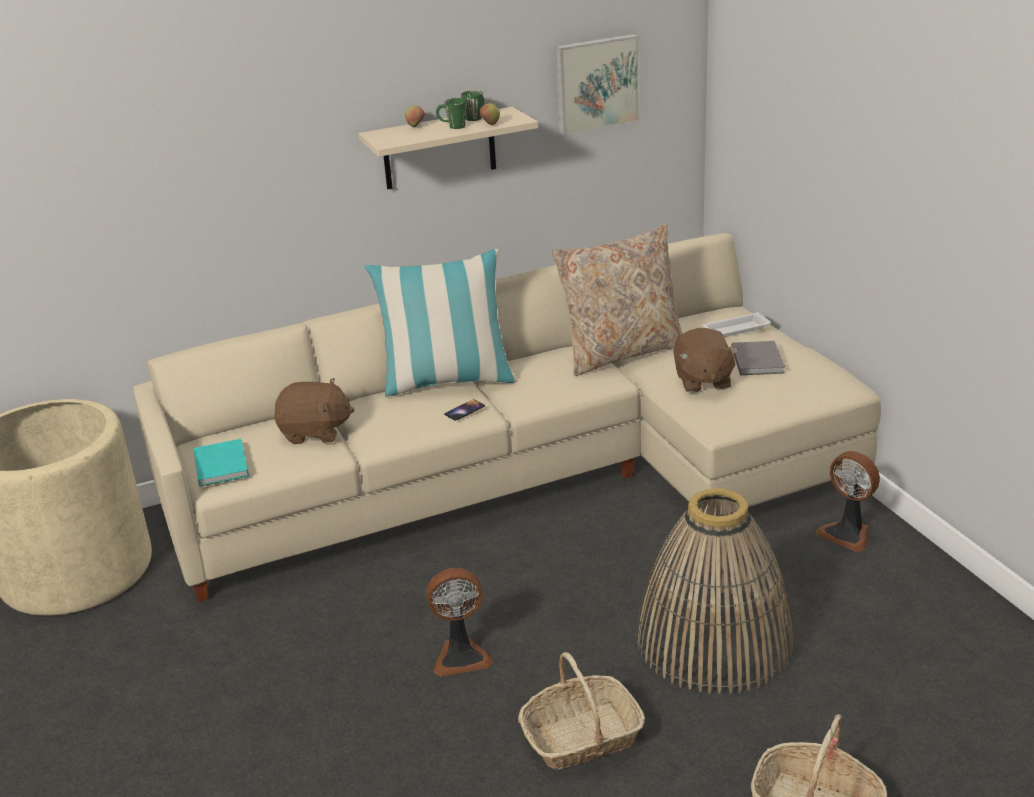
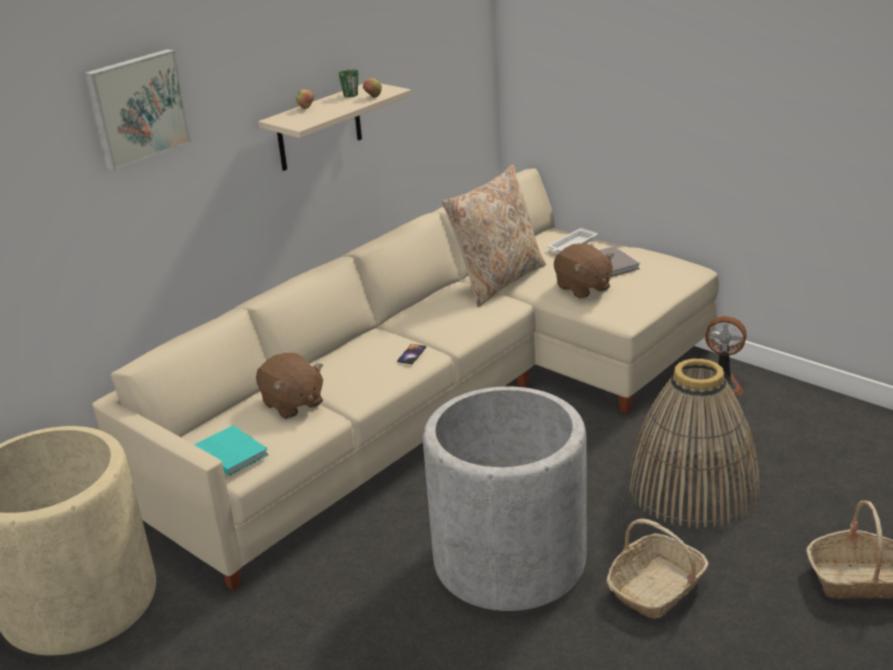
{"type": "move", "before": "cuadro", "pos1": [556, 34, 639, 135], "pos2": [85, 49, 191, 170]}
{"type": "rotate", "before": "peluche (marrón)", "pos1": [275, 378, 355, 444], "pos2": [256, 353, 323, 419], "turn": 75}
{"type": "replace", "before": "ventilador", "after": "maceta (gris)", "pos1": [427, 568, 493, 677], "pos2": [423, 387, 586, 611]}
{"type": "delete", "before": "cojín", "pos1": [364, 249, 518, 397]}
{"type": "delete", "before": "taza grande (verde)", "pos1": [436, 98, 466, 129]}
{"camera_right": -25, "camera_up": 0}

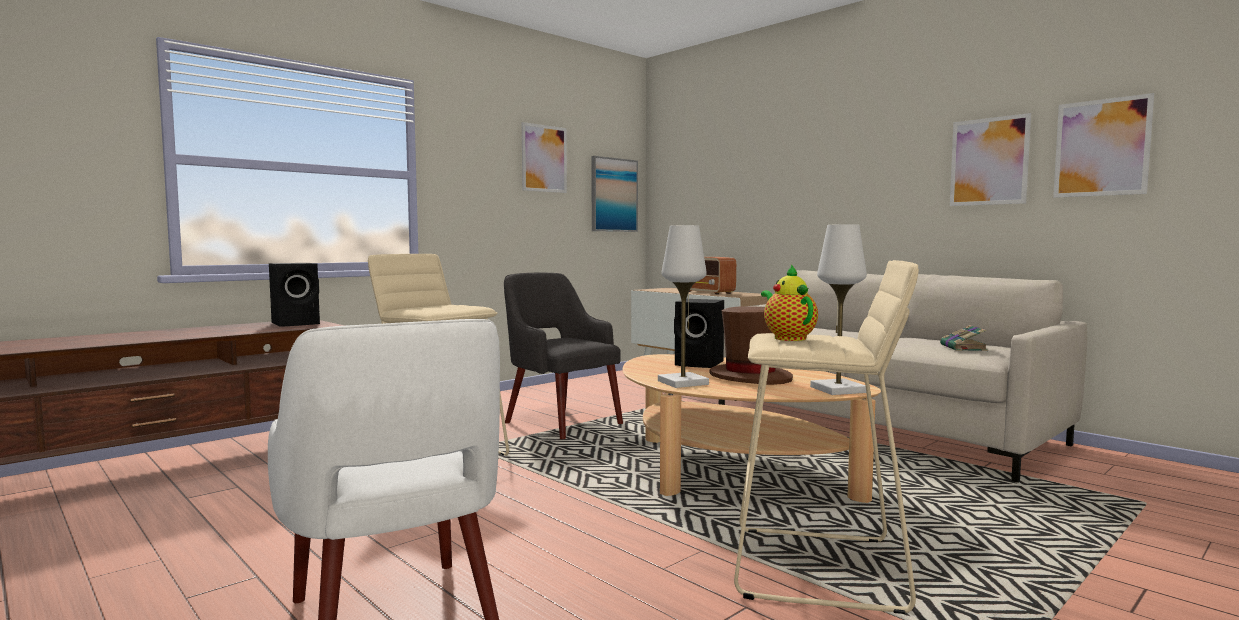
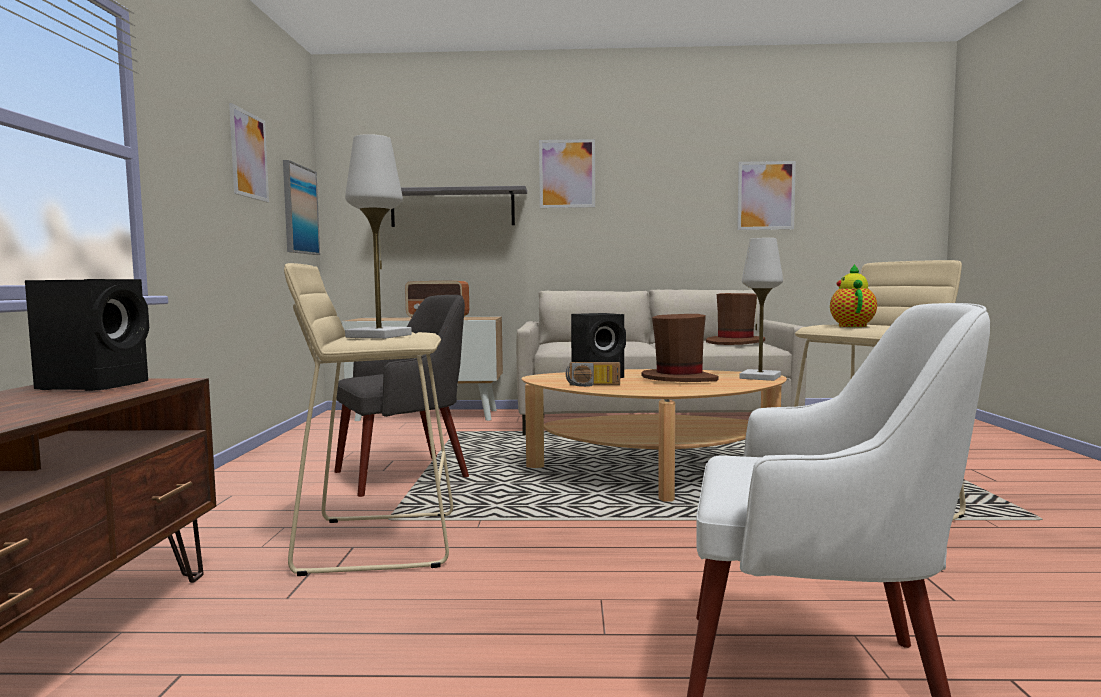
{"type": "rotate", "before": "sillón (gris)", "pos1": [504, 273, 623, 439], "pos2": [334, 295, 469, 497], "turn": 150}
{"type": "move", "before": "lámpara de mesa (blanco)", "pos1": [658, 225, 709, 388], "pos2": [345, 134, 412, 339]}
{"type": "insert", "after": "estante (gris)", "pos2": [391, 186, 527, 227]}
{"type": "move", "before": "cuadro", "pos1": [950, 113, 1031, 206], "pos2": [539, 139, 595, 208]}
{"type": "insert", "after": "radio", "pos2": [566, 362, 620, 387]}
{"type": "replace", "before": "libro", "after": "sombrero (marrón)", "pos1": [940, 325, 988, 351], "pos2": [706, 293, 765, 345]}
{"type": "rotate", "before": "tetera", "pos1": [761, 264, 818, 341], "pos2": [830, 264, 877, 327], "turn": 75}
{"camera_right": -45, "camera_up": 0}

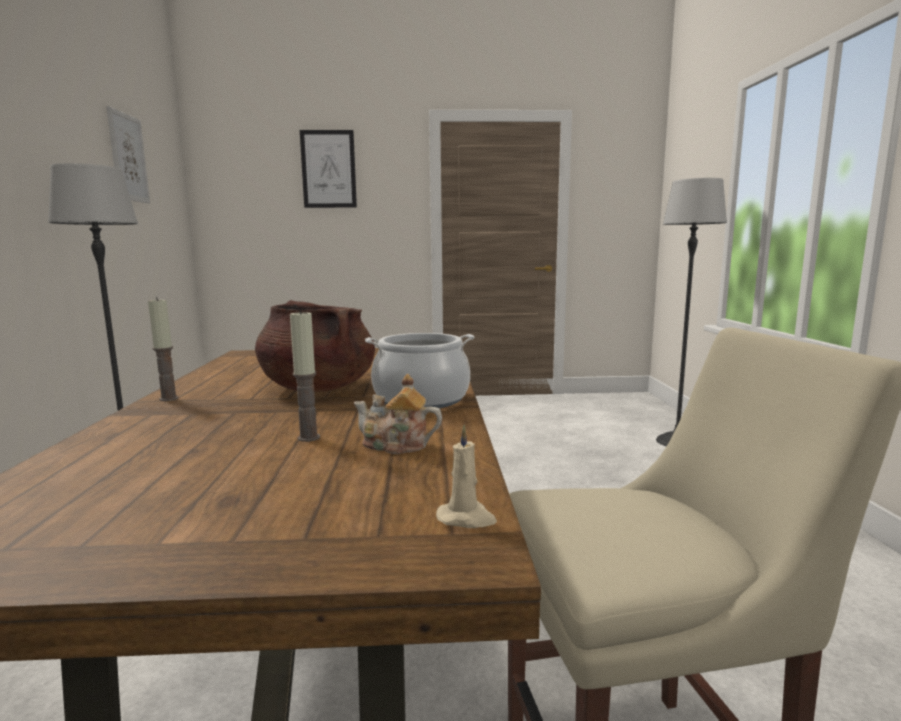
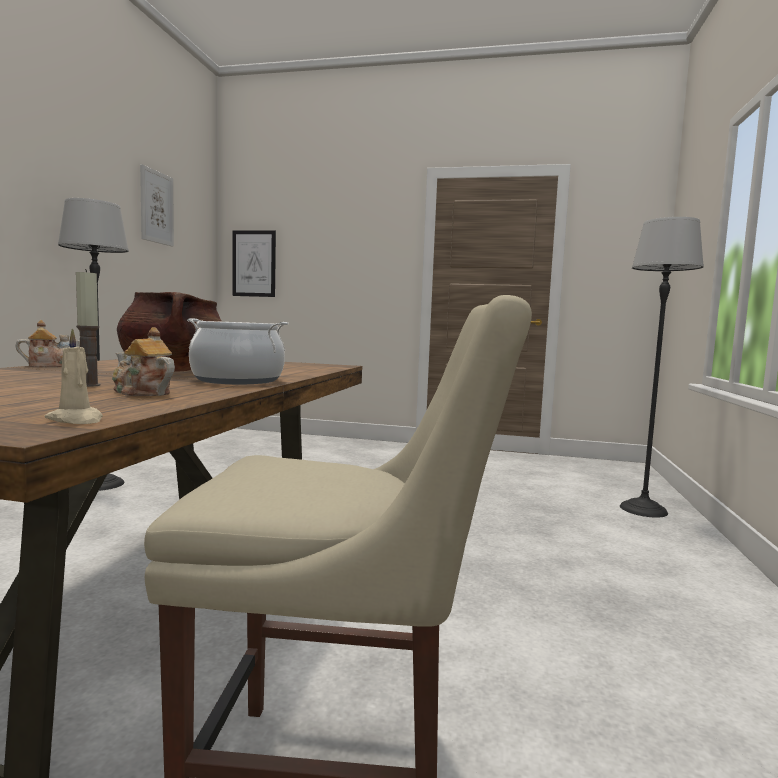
{"type": "replace", "before": "vela", "after": "tetera", "pos1": [148, 297, 179, 401], "pos2": [15, 320, 80, 367]}
{"type": "move", "before": "cuadro", "pos1": [300, 130, 357, 208], "pos2": [232, 230, 276, 297]}
{"camera_right": 15, "camera_up": -5}

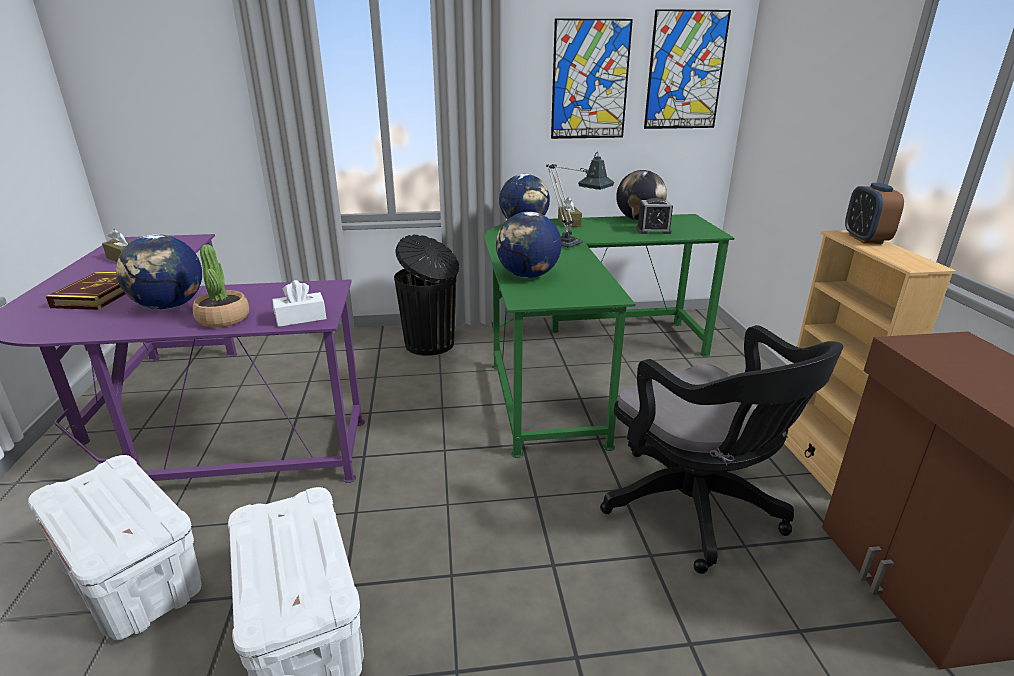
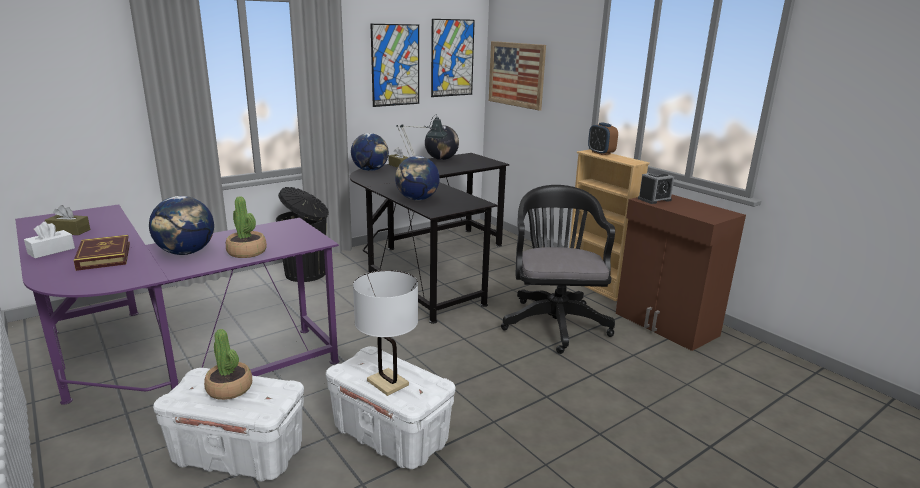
{"type": "move", "before": "caja de pañuelos (blanco)", "pos1": [272, 280, 326, 327], "pos2": [24, 222, 75, 258]}
{"type": "insert", "after": "planta en maceta", "pos2": [204, 329, 252, 400]}
{"type": "recolor", "before": "escritorio (verde)", "after": "escritorio (negro)", "pos1": [484, 214, 734, 458], "pos2": [350, 153, 509, 324]}
{"type": "insert", "after": "lámpara de mesa (blanco)", "pos2": [353, 270, 418, 396]}
{"type": "insert", "after": "cuadro", "pos2": [489, 41, 546, 111]}
{"type": "rotate", "before": "silla de oficina (negro)", "pos1": [600, 325, 843, 574], "pos2": [501, 185, 615, 354], "turn": -120}
{"type": "move", "before": "despertador", "pos1": [636, 198, 673, 234], "pos2": [638, 171, 674, 204]}
{"camera_right": -30, "camera_up": -5}

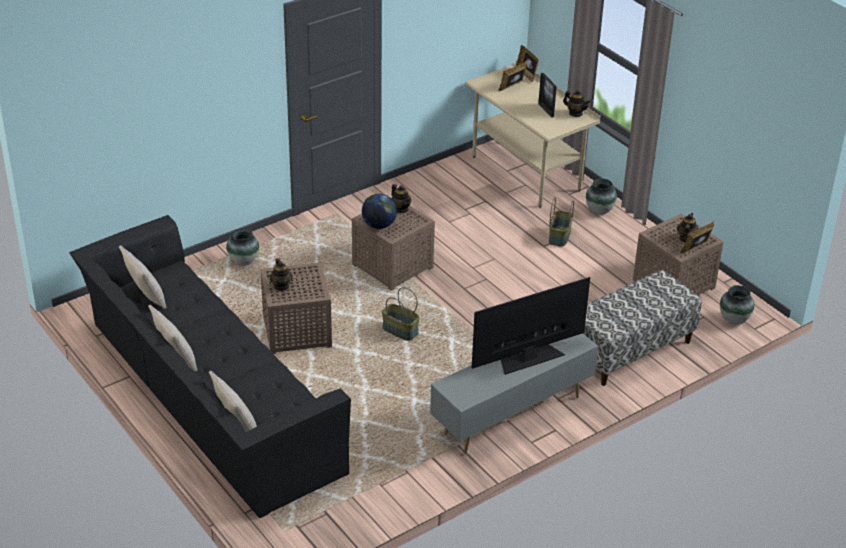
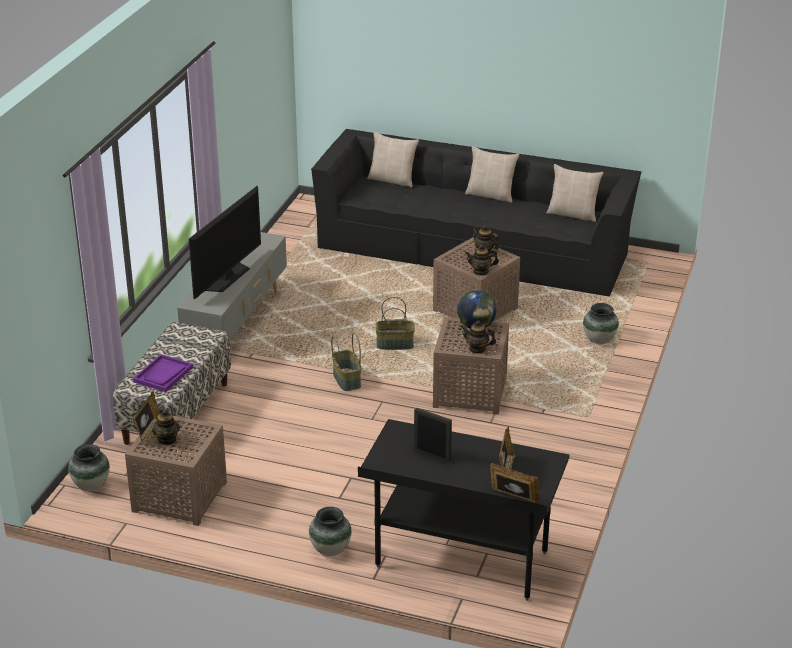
{"type": "insert", "after": "bandeja (morado)", "pos2": [133, 354, 193, 392]}
{"type": "move", "before": "cesta", "pos1": [549, 197, 574, 247], "pos2": [331, 333, 361, 391]}
{"type": "recolor", "before": "escritorio (beis)", "after": "escritorio (negro)", "pos1": [465, 60, 601, 208], "pos2": [358, 419, 570, 601]}
{"type": "move", "before": "tetera", "pos1": [563, 90, 591, 117], "pos2": [465, 244, 499, 276]}
{"camera_right": 145, "camera_up": -5}

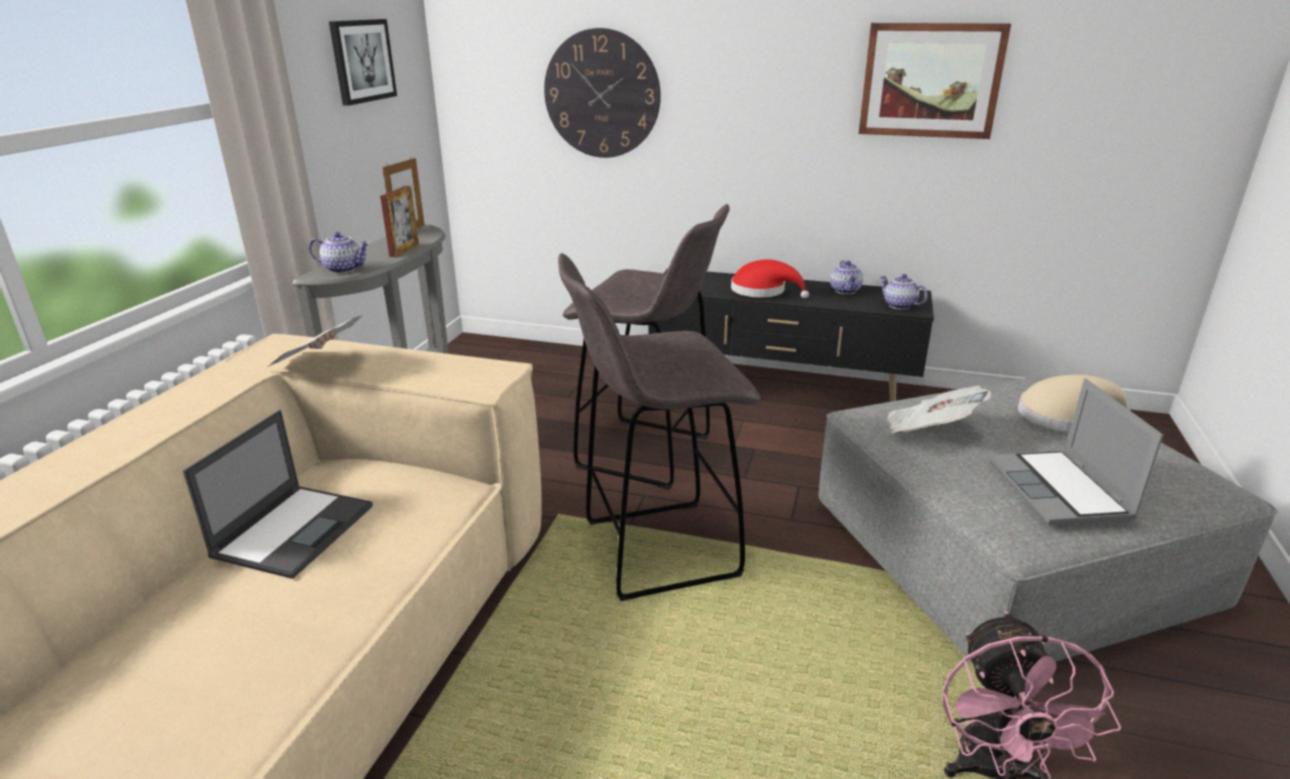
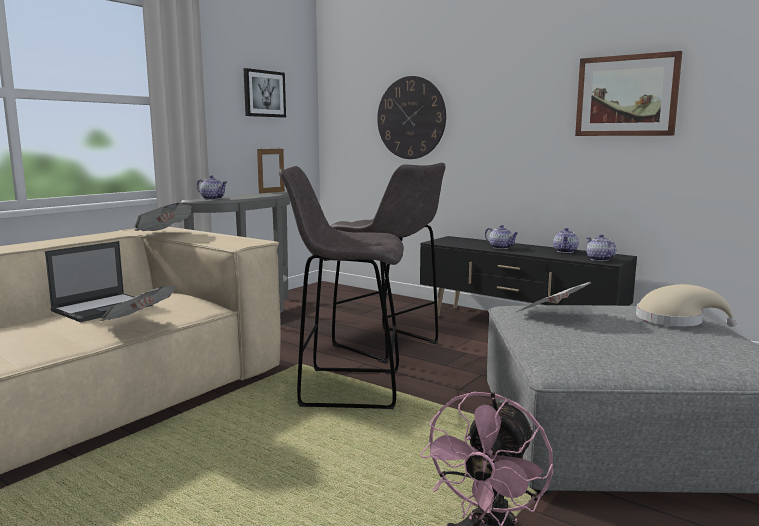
{"type": "insert", "after": "periódico", "pos2": [100, 286, 176, 321]}
{"type": "replace", "before": "sombrero (rojo)", "after": "tetera", "pos1": [731, 260, 809, 299], "pos2": [485, 225, 518, 249]}
{"type": "delete", "before": "portarretratos", "pos1": [380, 186, 419, 257]}
{"type": "delete", "before": "portátil", "pos1": [988, 378, 1163, 524]}
{"camera_right": 20, "camera_up": -15}

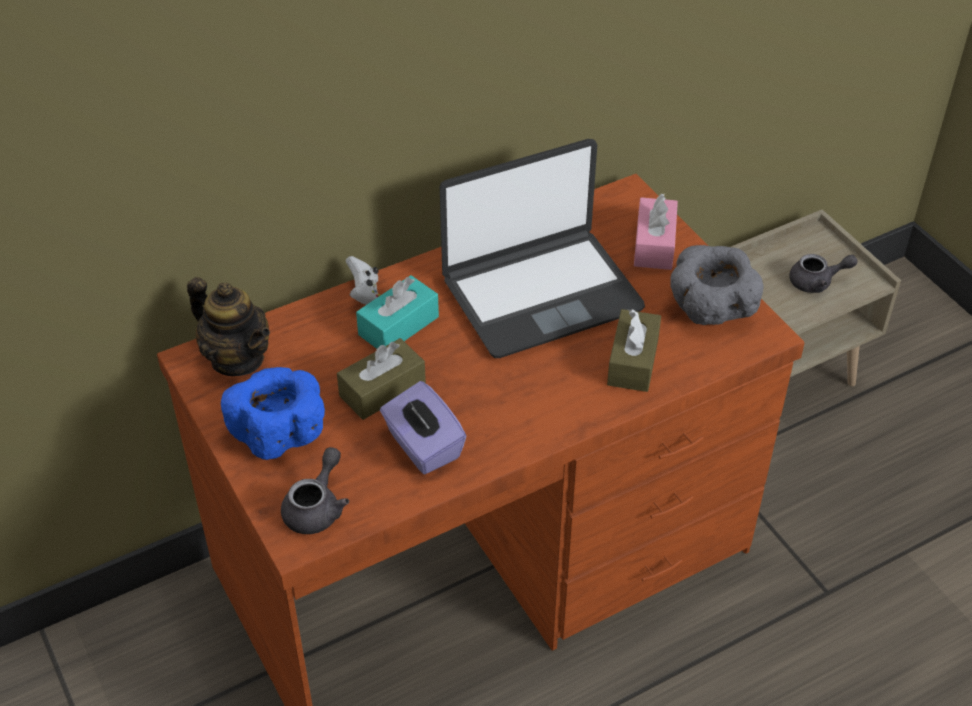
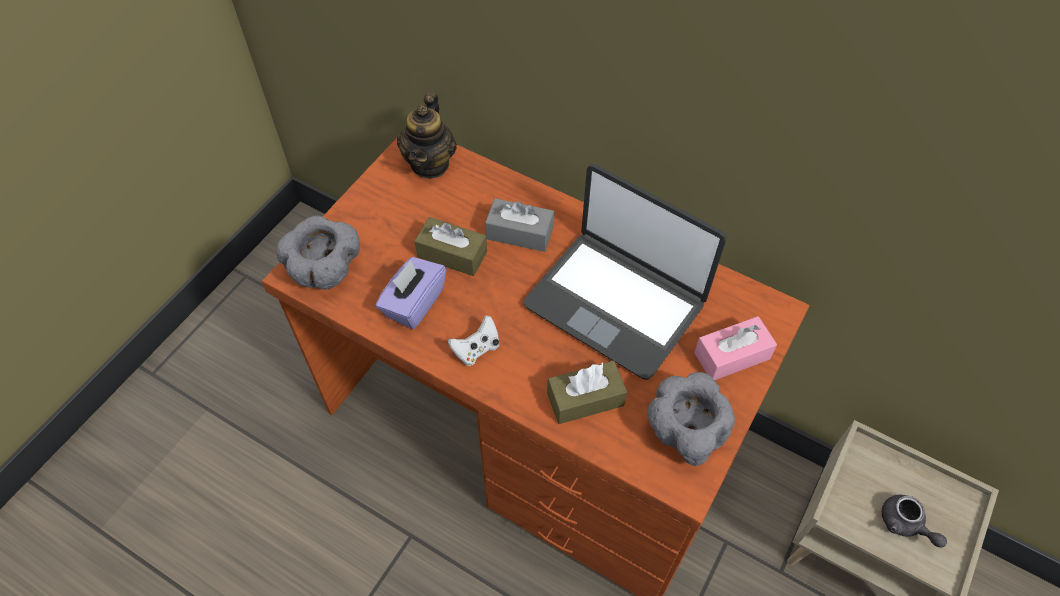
{"type": "replace", "before": "tetera (gris)", "after": "cuenco (gris)", "pos1": [281, 447, 349, 534], "pos2": [277, 216, 360, 290]}
{"type": "move", "before": "mando de consola (blanco)", "pos1": [346, 256, 381, 305], "pos2": [448, 315, 499, 366]}
{"type": "recolor", "before": "caja de pañuelos (turquesa)", "after": "caja de pañuelos (gris)", "pos1": [356, 275, 439, 349], "pos2": [485, 198, 554, 252]}
{"type": "delete", "before": "cuenco (azul)", "pos1": [221, 367, 325, 460]}
{"camera_right": 60, "camera_up": 10}

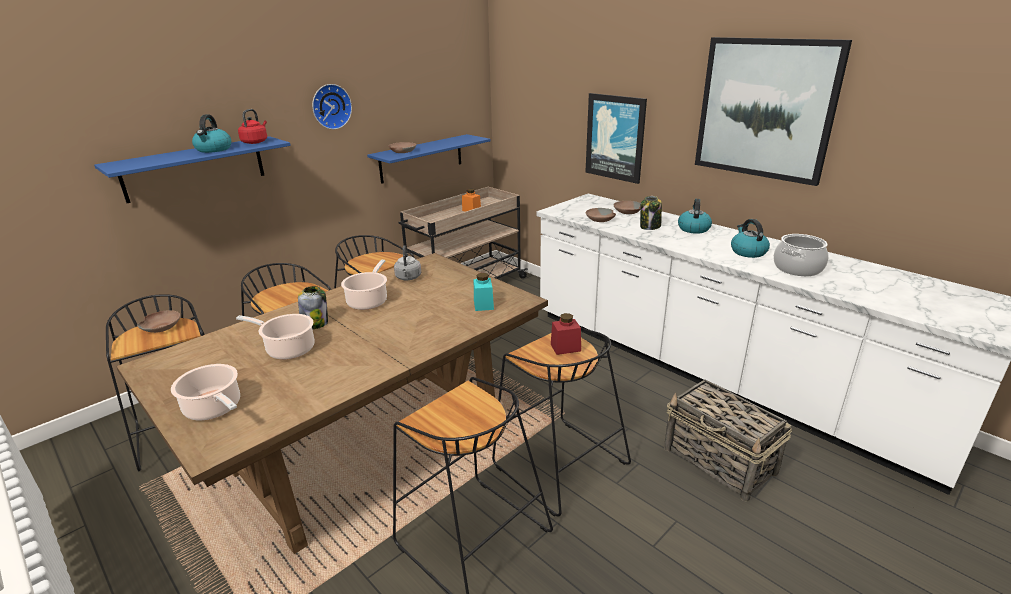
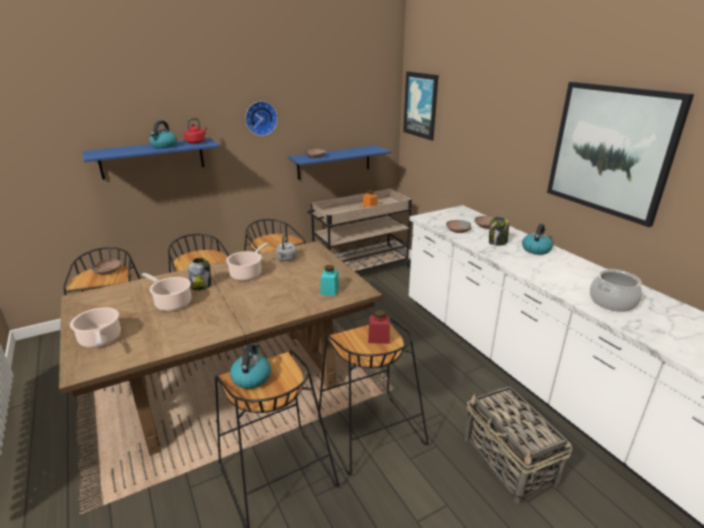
{"type": "move", "before": "hervidor", "pos1": [731, 219, 770, 258], "pos2": [230, 344, 271, 389]}
{"type": "move", "before": "cuadro", "pos1": [585, 93, 647, 184], "pos2": [403, 71, 439, 141]}
{"camera_right": 15, "camera_up": 0}

